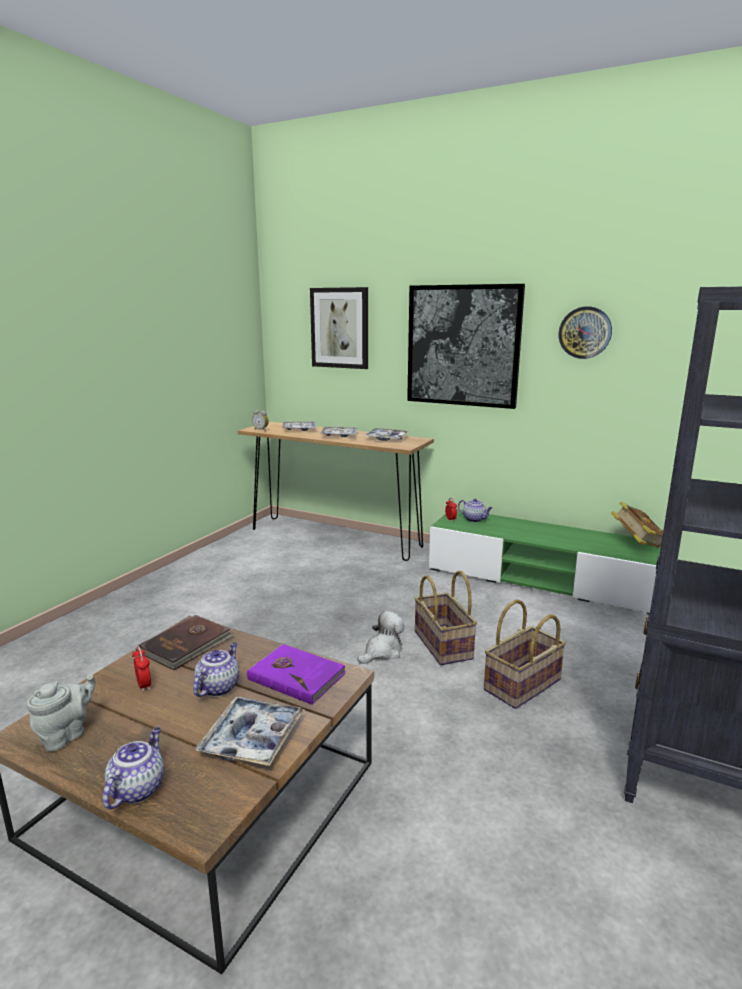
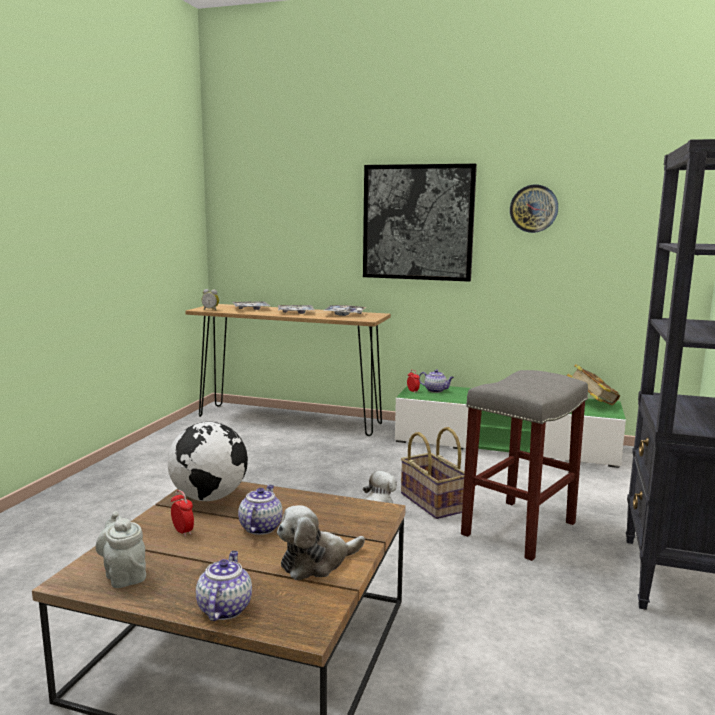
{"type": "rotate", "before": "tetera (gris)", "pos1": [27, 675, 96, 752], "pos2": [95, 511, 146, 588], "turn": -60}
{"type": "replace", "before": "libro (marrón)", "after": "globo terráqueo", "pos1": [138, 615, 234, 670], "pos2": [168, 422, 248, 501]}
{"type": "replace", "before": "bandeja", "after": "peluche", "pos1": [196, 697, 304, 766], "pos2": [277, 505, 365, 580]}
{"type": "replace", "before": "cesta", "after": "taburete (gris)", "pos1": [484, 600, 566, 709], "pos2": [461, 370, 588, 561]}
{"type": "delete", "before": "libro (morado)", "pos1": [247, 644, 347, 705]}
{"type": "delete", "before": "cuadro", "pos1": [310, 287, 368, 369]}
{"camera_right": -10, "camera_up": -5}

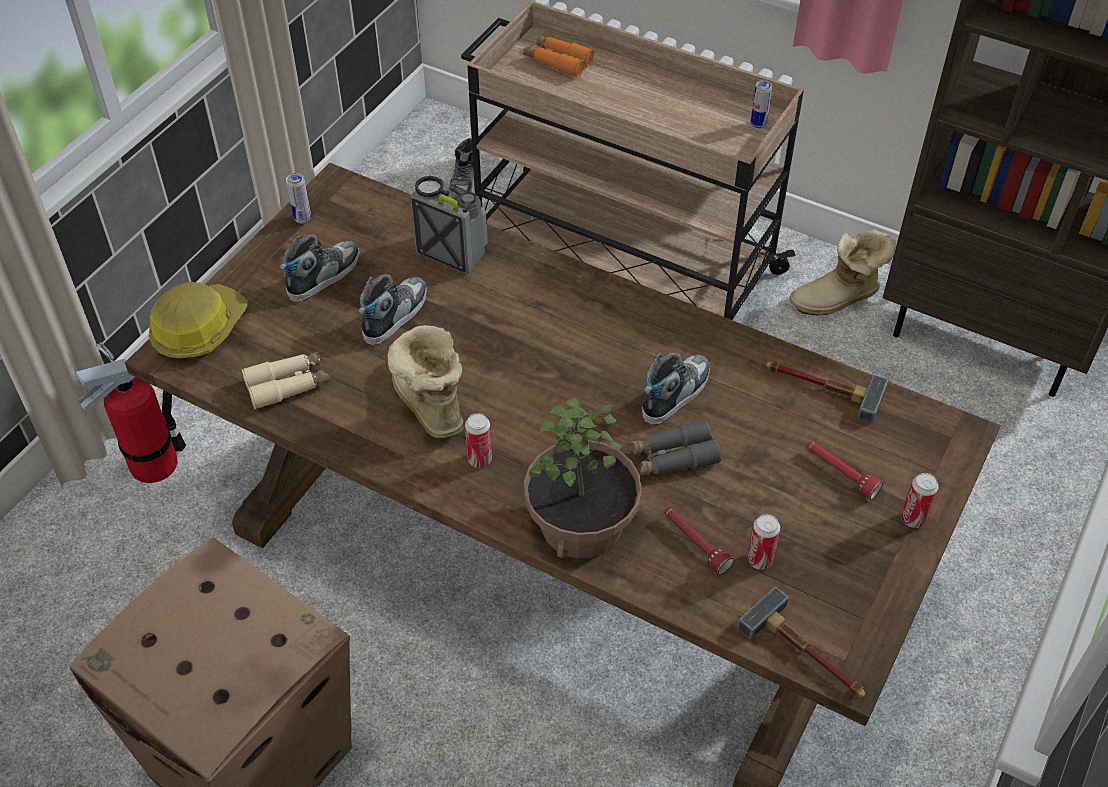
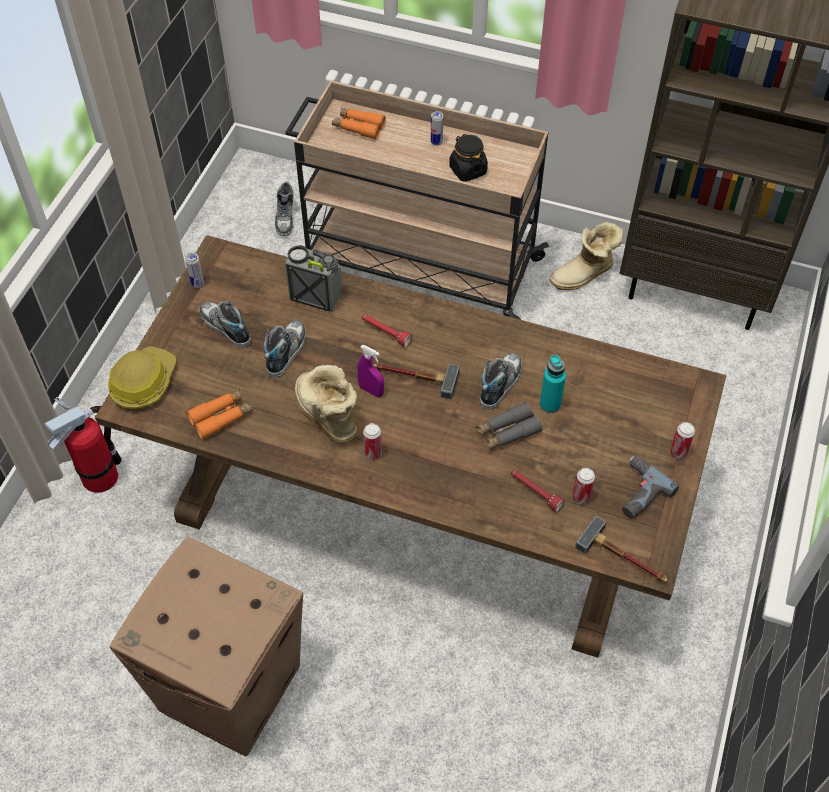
{"type": "recolor", "before": "prismáticos (beis)", "after": "prismáticos (naranja)", "pos1": [242, 351, 331, 410], "pos2": [186, 389, 253, 440]}
{"type": "rotate", "before": "zapato", "pos1": [280, 235, 360, 302], "pos2": [199, 301, 251, 348], "turn": -75}
{"type": "insert", "after": "pulverizador (morado)", "pos2": [357, 345, 384, 397]}
{"type": "move", "before": "linterna (rojo)", "pos1": [807, 441, 883, 500], "pos2": [362, 314, 412, 347]}
{"type": "move", "before": "martillo", "pos1": [766, 361, 888, 423], "pos2": [373, 362, 460, 399]}
{"type": "move", "before": "lata", "pos1": [751, 80, 773, 129], "pos2": [431, 111, 443, 146]}
{"type": "insert", "after": "tarro (negro)", "pos2": [449, 134, 488, 182]}
{"type": "insert", "after": "botella (turquesa)", "pos2": [540, 355, 566, 413]}
{"type": "insert", "after": "taladro", "pos2": [622, 456, 679, 519]}
{"type": "delete", "before": "planta en maceta", "pos1": [523, 398, 642, 558]}
{"camera_right": -10, "camera_up": 5}

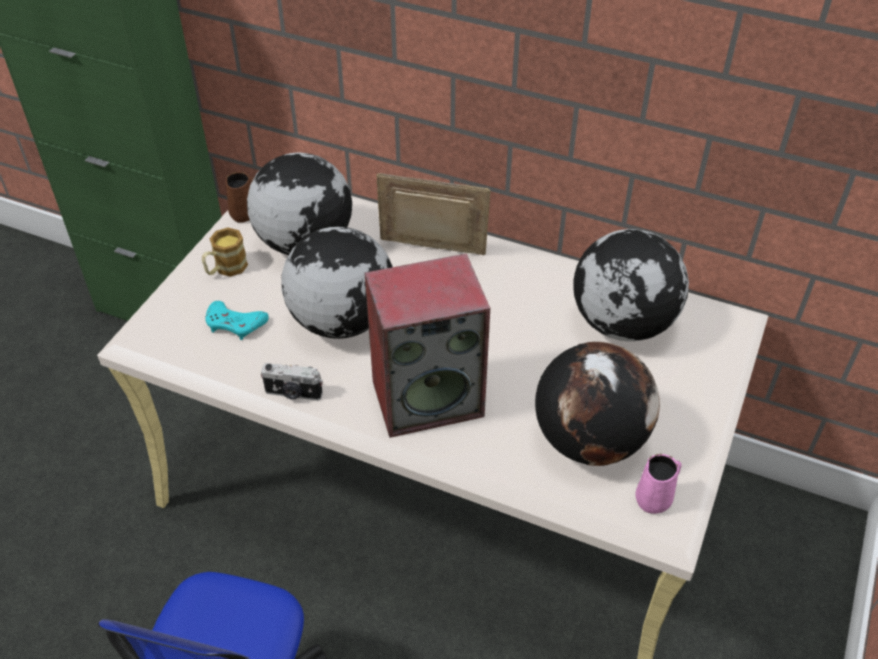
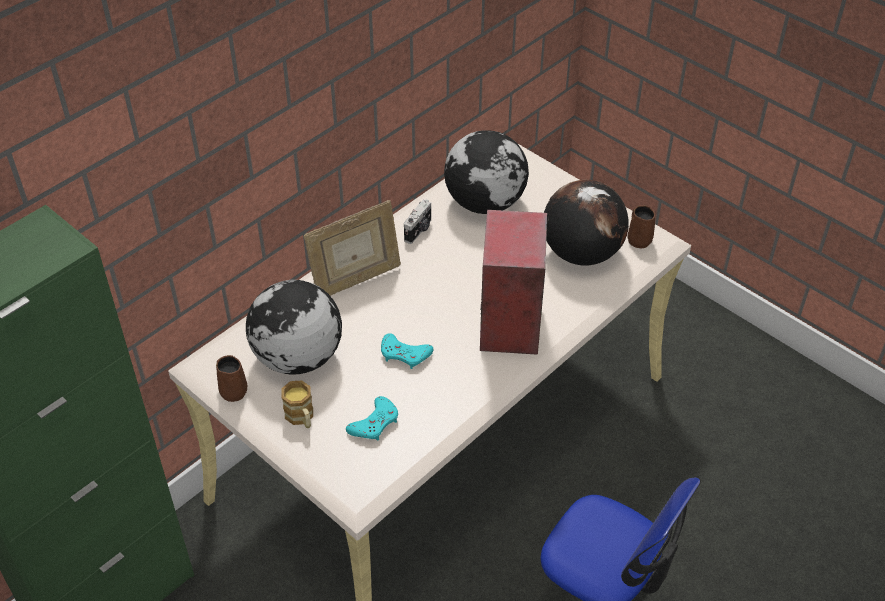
{"type": "rotate", "before": "portarretratos", "pos1": [376, 173, 491, 255], "pos2": [304, 200, 401, 296], "turn": -150}
{"type": "replace", "before": "globo terráqueo", "after": "mando de consola (turquesa)", "pos1": [281, 227, 393, 339], "pos2": [381, 333, 433, 369]}
{"type": "move", "before": "cámara", "pos1": [261, 363, 323, 401], "pos2": [404, 199, 431, 244]}
{"type": "recolor", "before": "taza grande (rosa)", "after": "taza grande (marrón)", "pos1": [635, 454, 682, 514], "pos2": [628, 205, 655, 248]}
{"camera_right": -70, "camera_up": 0}

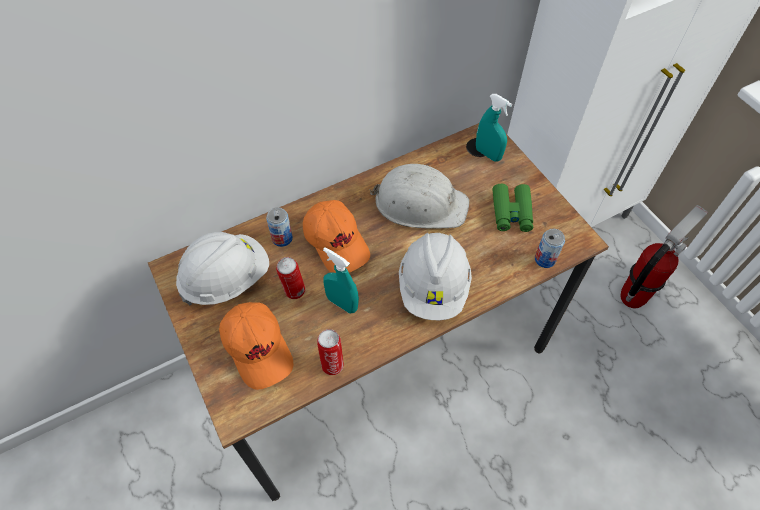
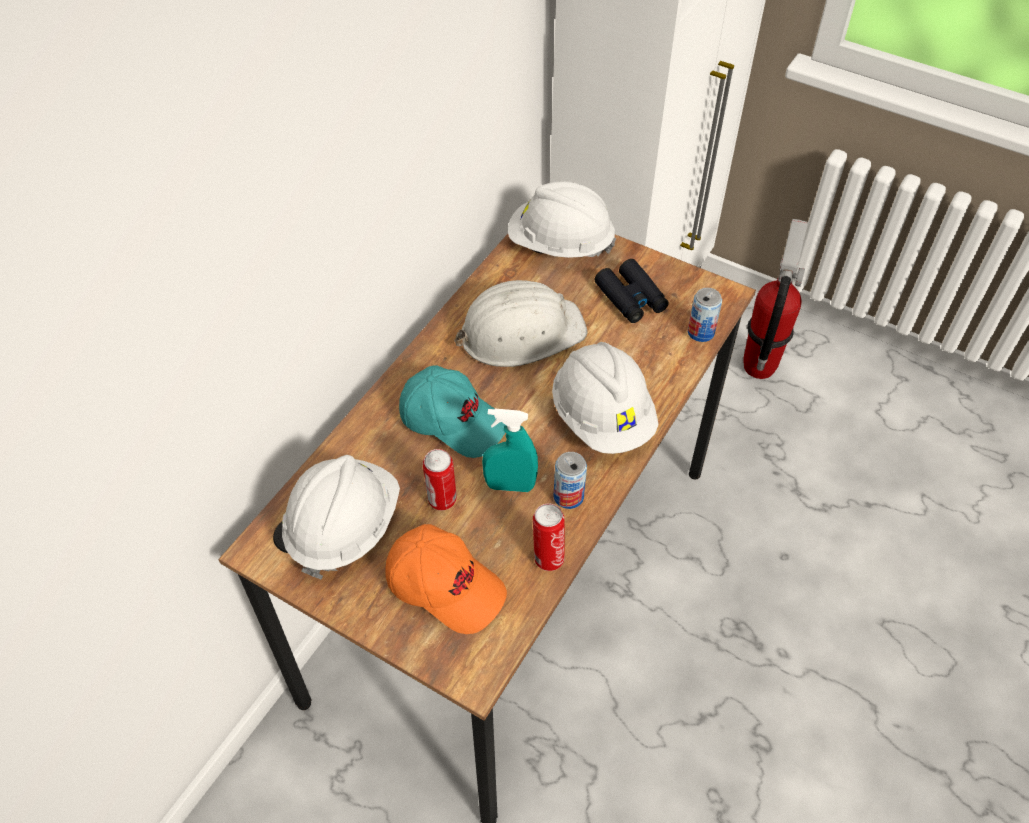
{"type": "recolor", "before": "gorra (naranja)", "after": "gorra (turquesa)", "pos1": [303, 200, 370, 273], "pos2": [399, 365, 506, 458]}
{"type": "replace", "before": "pulverizador (turquesa)", "after": "casco (blanco)", "pos1": [476, 94, 512, 162], "pos2": [508, 181, 616, 258]}
{"type": "move", "before": "lata", "pos1": [266, 207, 293, 247], "pos2": [553, 452, 587, 509]}
{"type": "recolor", "before": "prismáticos (verde)", "after": "prismáticos (negro)", "pos1": [493, 184, 533, 232], "pos2": [594, 259, 669, 323]}
{"camera_right": -30, "camera_up": -5}

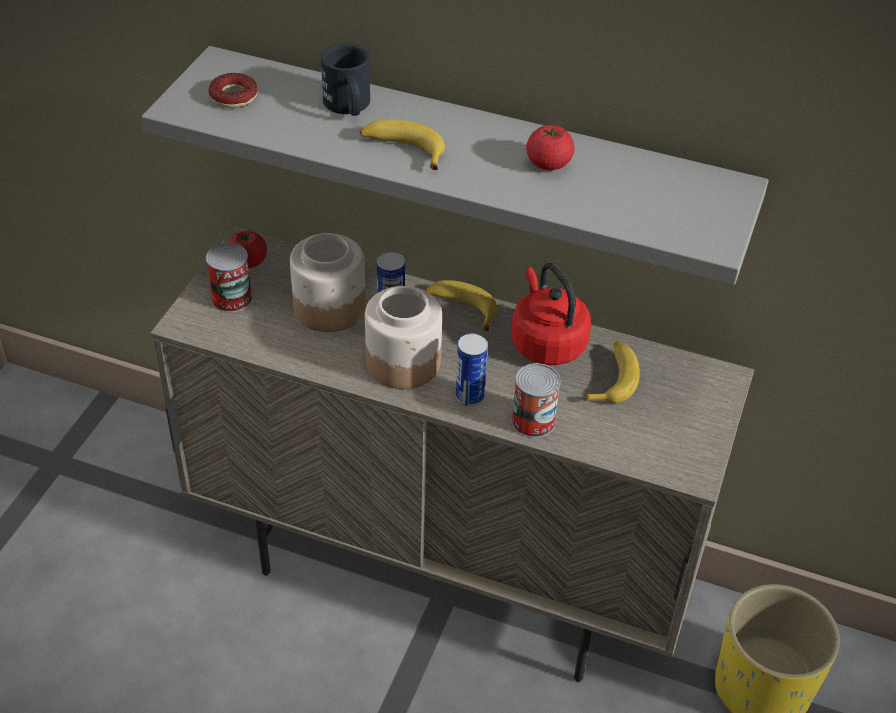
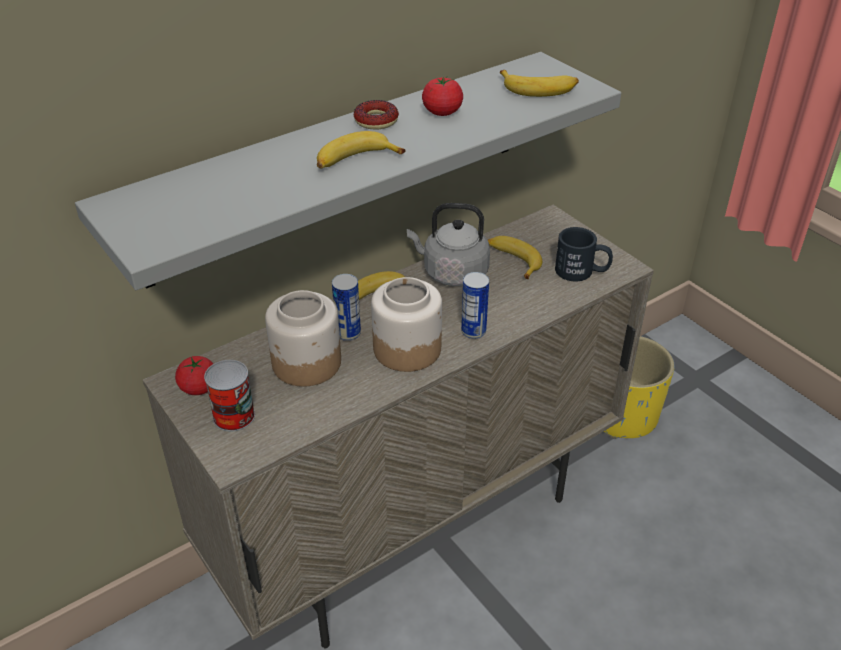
{"type": "move", "before": "rosquilla", "pos1": [208, 73, 258, 108], "pos2": [354, 100, 399, 130]}
{"type": "recolor", "before": "hervidor (rojo)", "after": "hervidor (gris)", "pos1": [511, 263, 591, 365], "pos2": [407, 203, 490, 286]}
{"type": "insert", "after": "plátano", "pos2": [500, 70, 579, 97]}
{"type": "move", "before": "taza grande (negro)", "pos1": [321, 43, 370, 116], "pos2": [555, 227, 613, 281]}
{"type": "delete", "before": "lata", "pos1": [512, 363, 561, 438]}
{"camera_right": -55, "camera_up": -5}

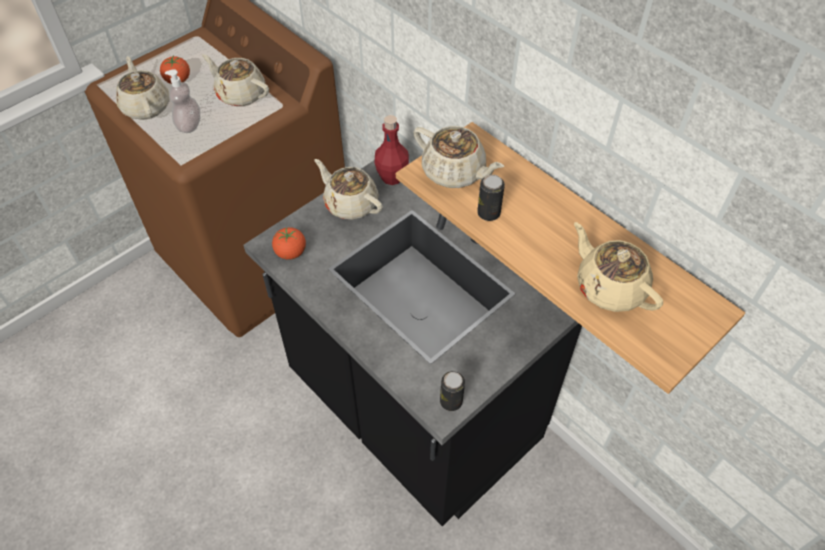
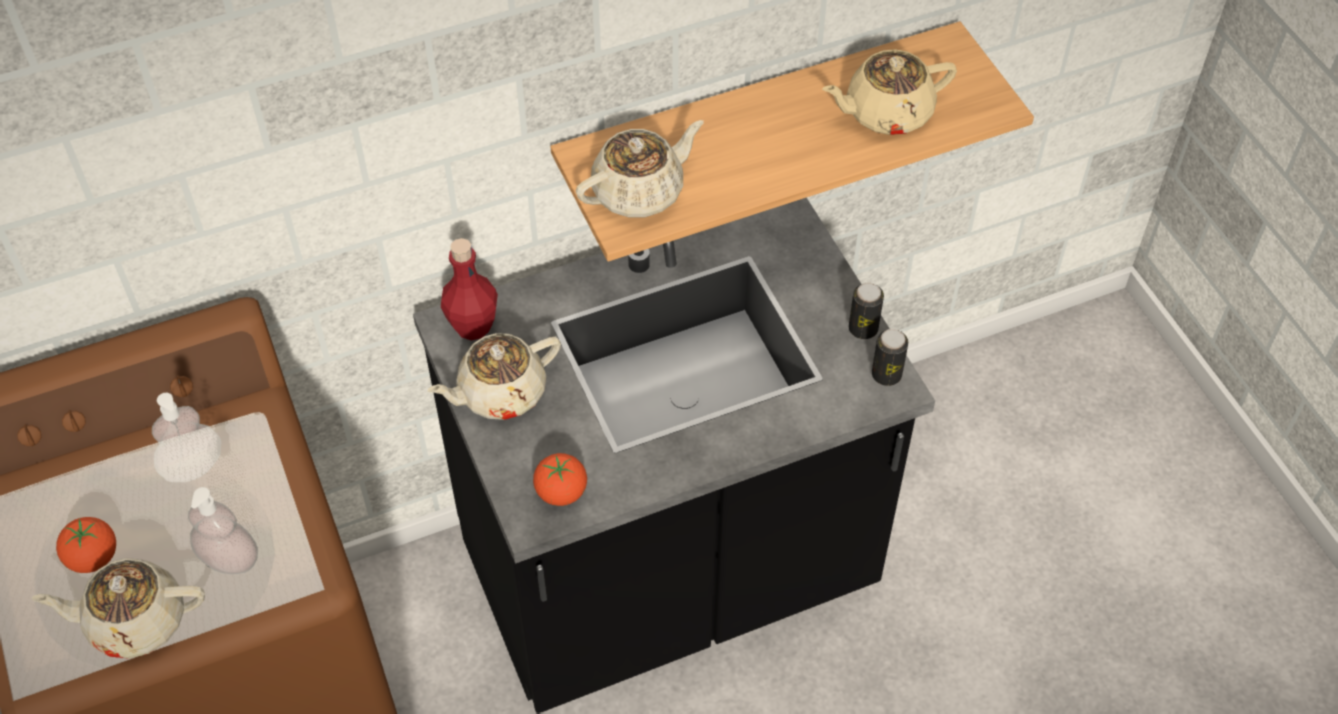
{"type": "replace", "before": "tetera (beis)", "after": "dispensador de jabón", "pos1": [202, 54, 269, 106], "pos2": [152, 393, 221, 482]}
{"type": "move", "before": "lata", "pos1": [477, 175, 505, 221], "pos2": [849, 283, 884, 339]}
{"camera_right": -70, "camera_up": 0}

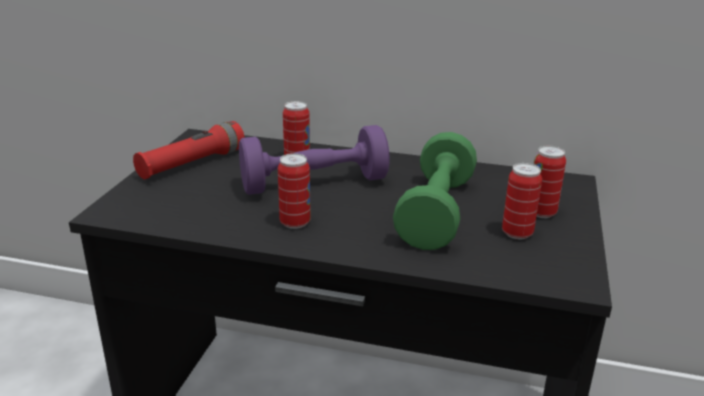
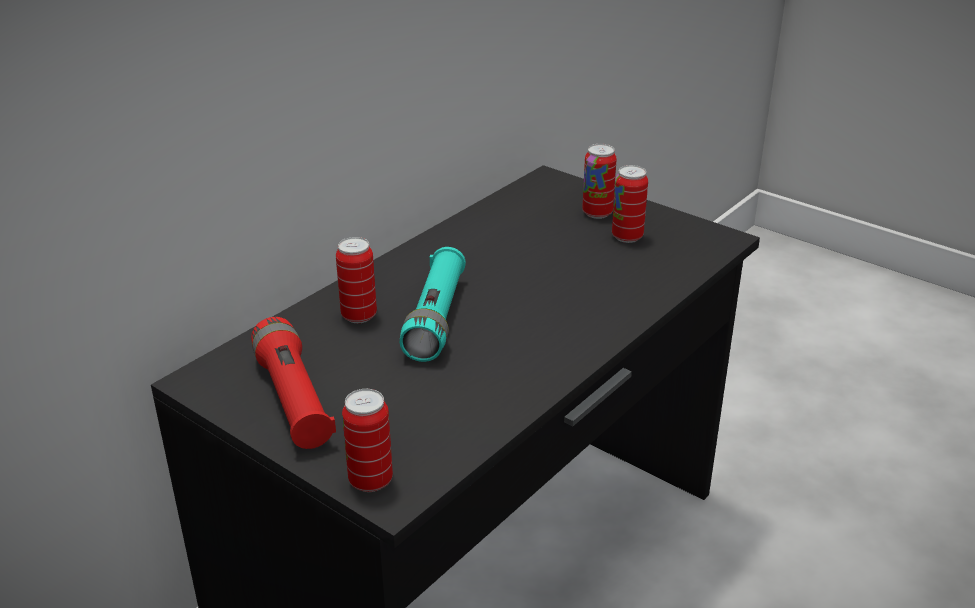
{"type": "move", "before": "lata", "pos1": [278, 153, 311, 229], "pos2": [342, 389, 393, 492]}
{"type": "replace", "before": "mancuerna (morado)", "after": "linterna (turquesa)", "pos1": [239, 125, 390, 195], "pos2": [400, 247, 466, 362]}
{"type": "delete", "before": "mancuerna (verde)", "pos1": [393, 132, 477, 250]}
{"camera_right": -65, "camera_up": 5}

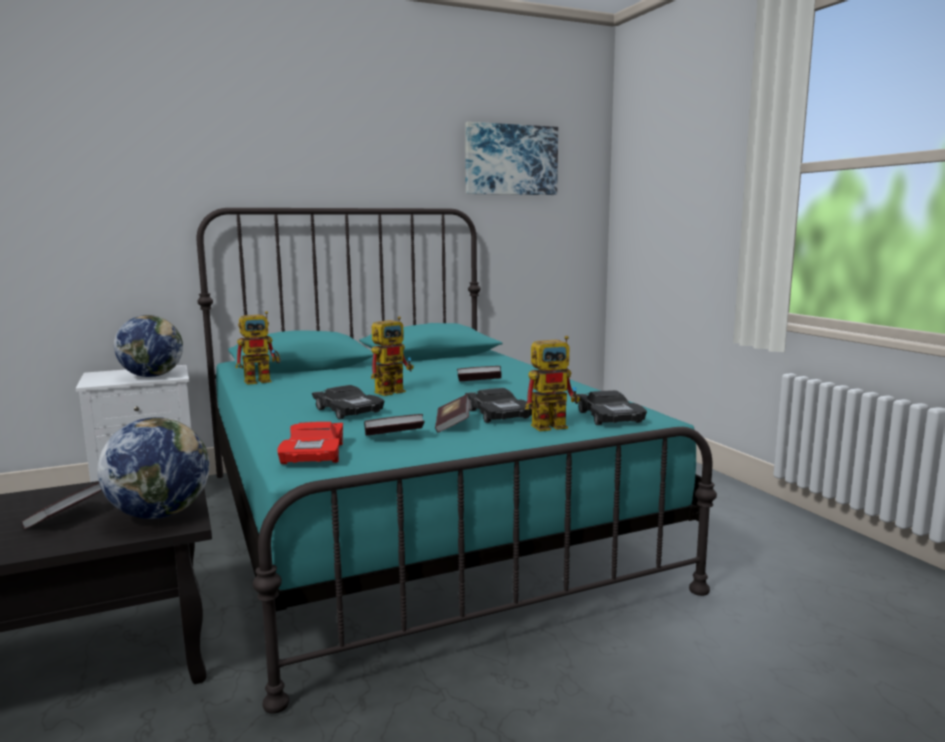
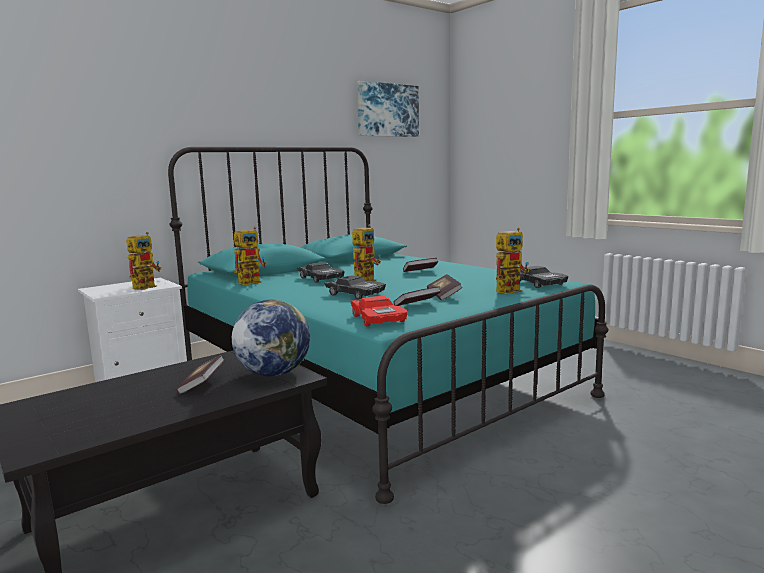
{"type": "replace", "before": "globo terráqueo", "after": "robot de juguete", "pos1": [114, 315, 183, 377], "pos2": [126, 232, 161, 290]}
{"type": "move", "before": "coche de juguete (negro)", "pos1": [465, 388, 532, 423], "pos2": [297, 262, 345, 283]}
{"camera_right": -15, "camera_up": 0}

